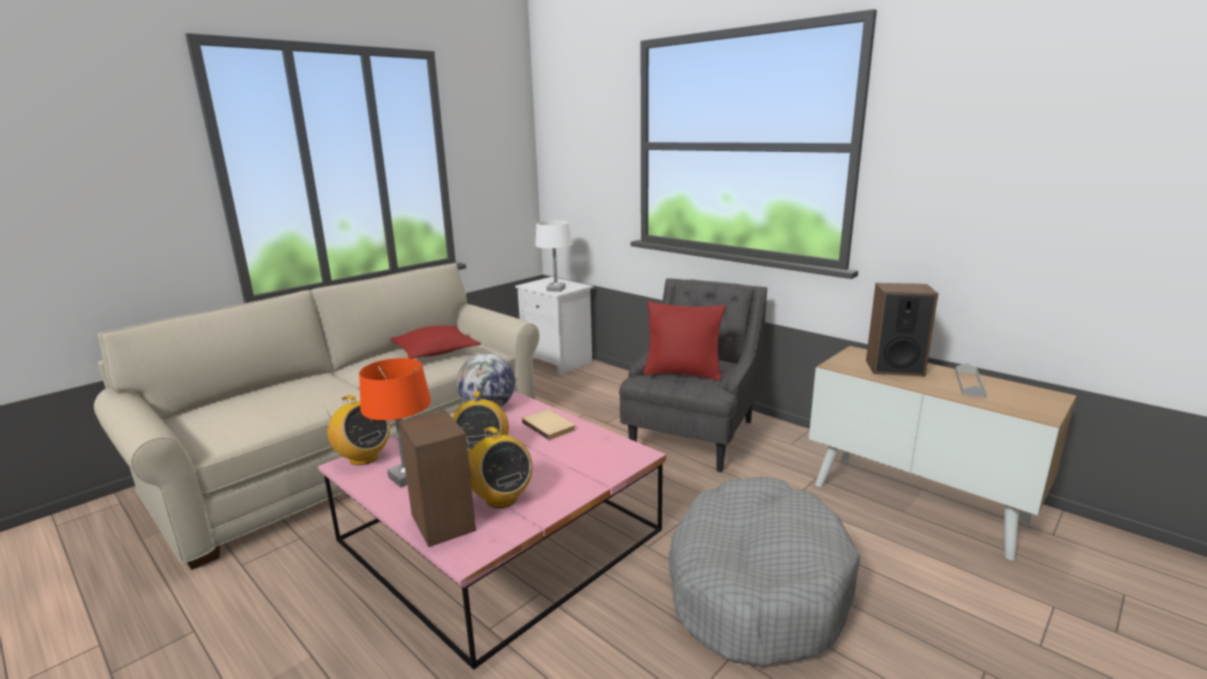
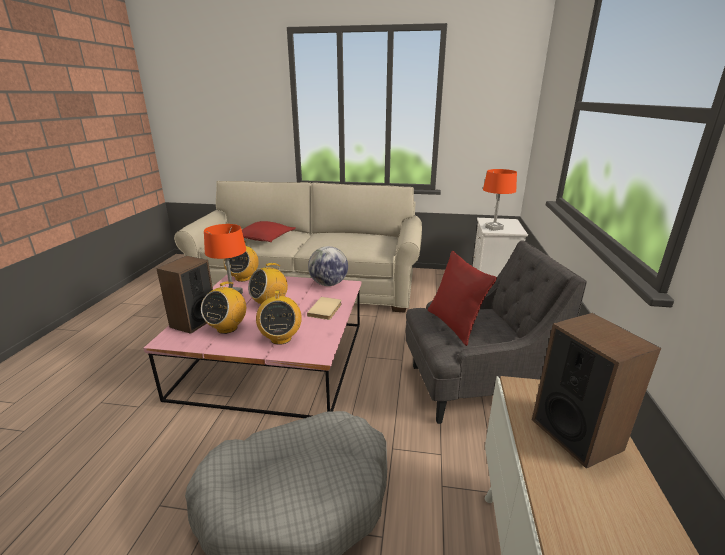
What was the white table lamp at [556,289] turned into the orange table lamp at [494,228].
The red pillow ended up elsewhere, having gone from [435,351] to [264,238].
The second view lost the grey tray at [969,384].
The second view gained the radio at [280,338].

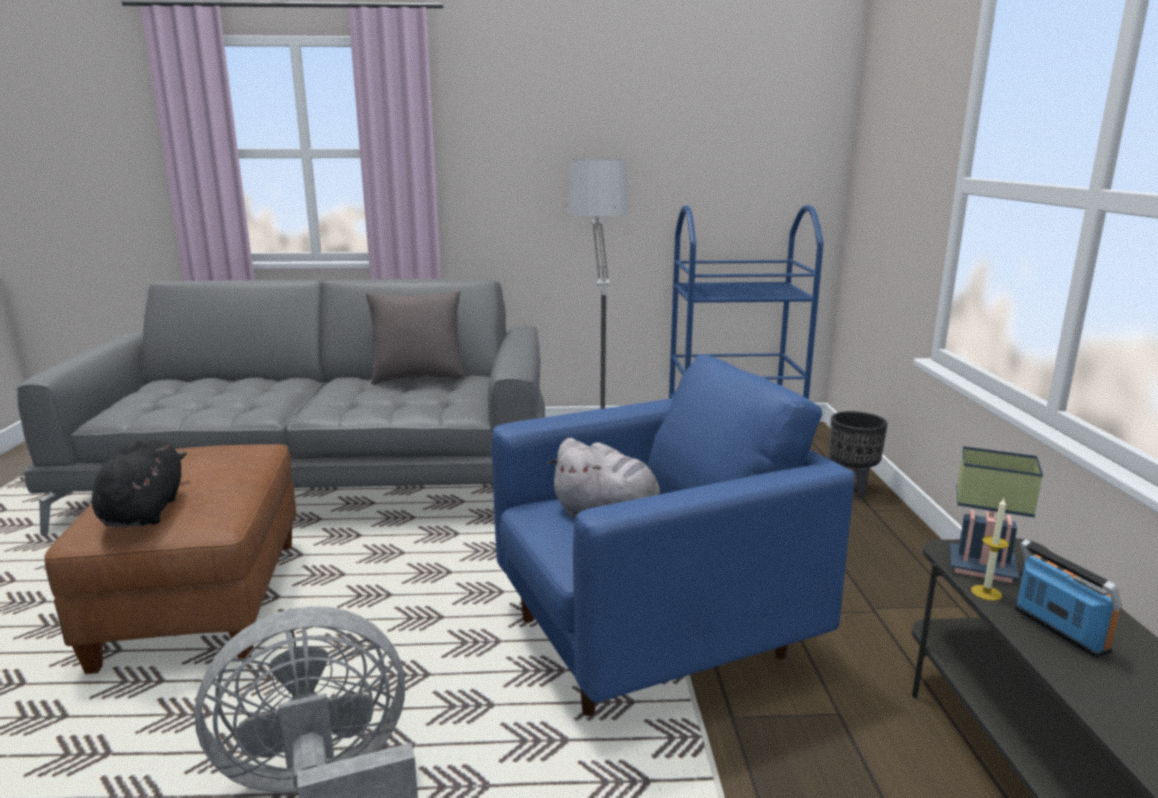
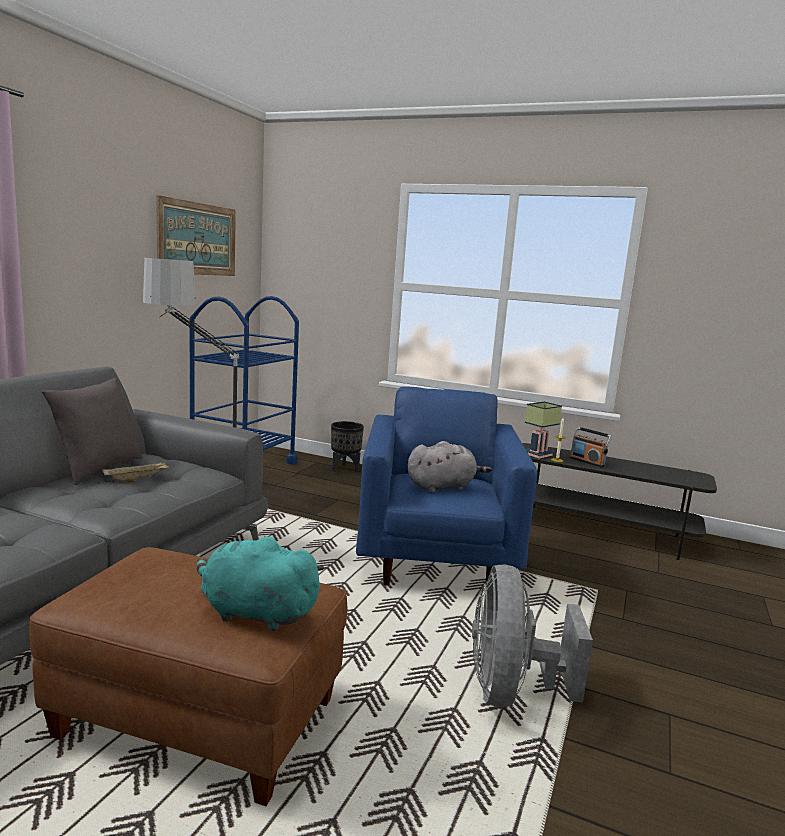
What was the black plush toy at [145,511] turned into the turquoise plush toy at [254,613].
The radio at [1059,630] ended up facing another way, 135 degrees counterclockwise from before.
The second view gained the picture at [197,239].
The second view gained the beige tray at [137,479].

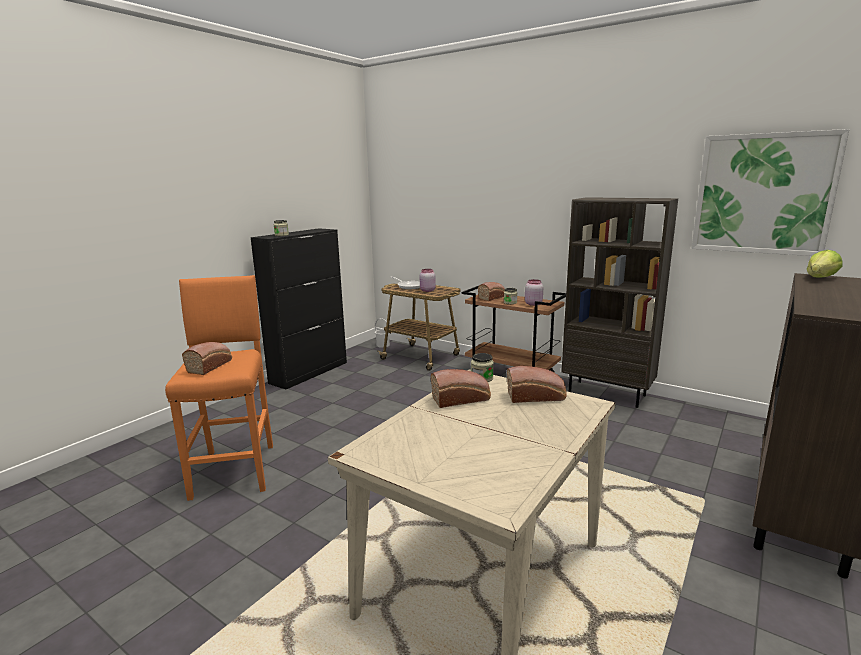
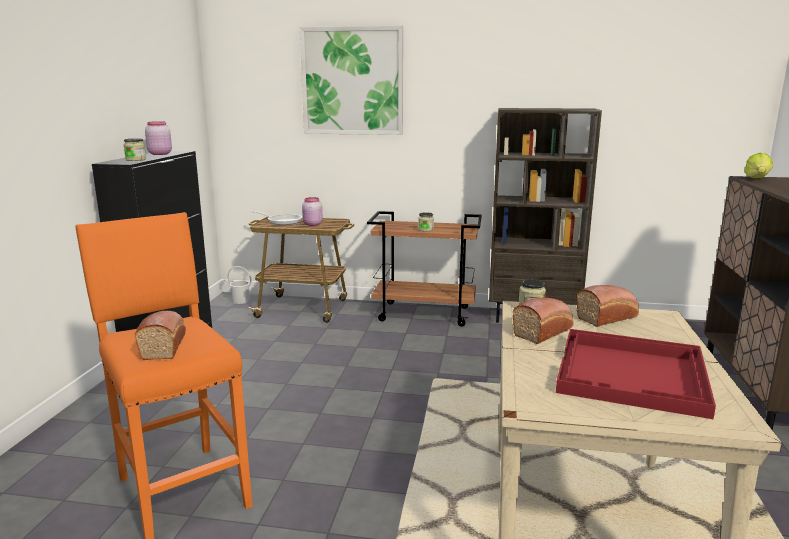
The picture ended up elsewhere, having gone from [763,194] to [352,81].
The pink jar ended up elsewhere, having gone from [533,304] to [159,154].
The second view lost the bread at [492,297].
The second view gained the red tray at [632,375].

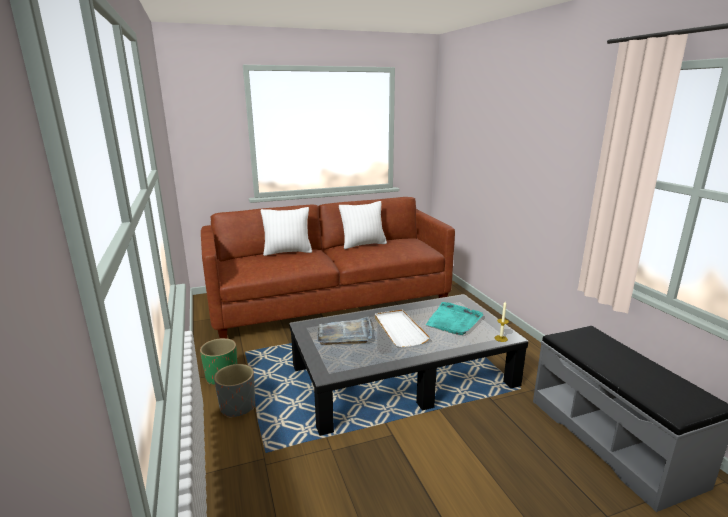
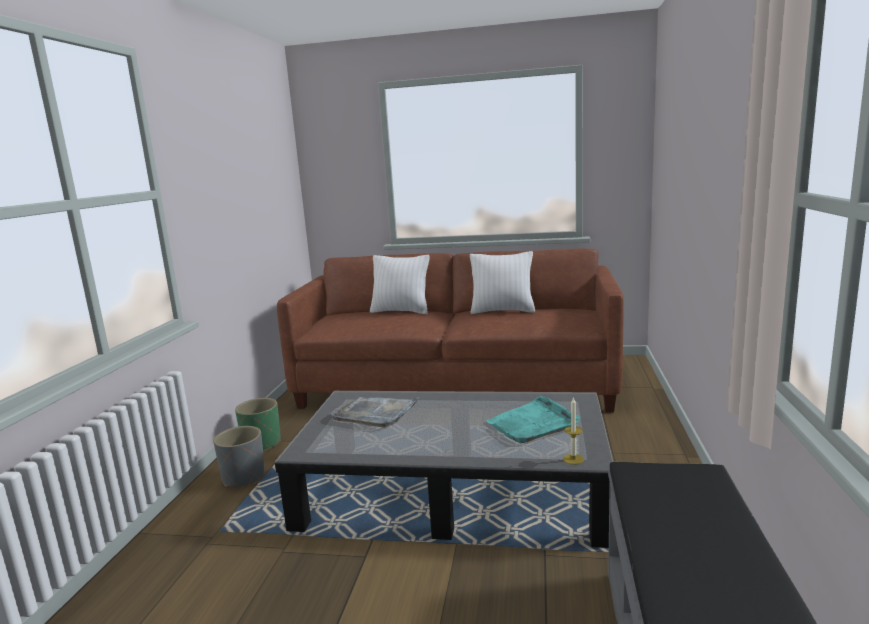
The second view lost the white tray at [399,330].

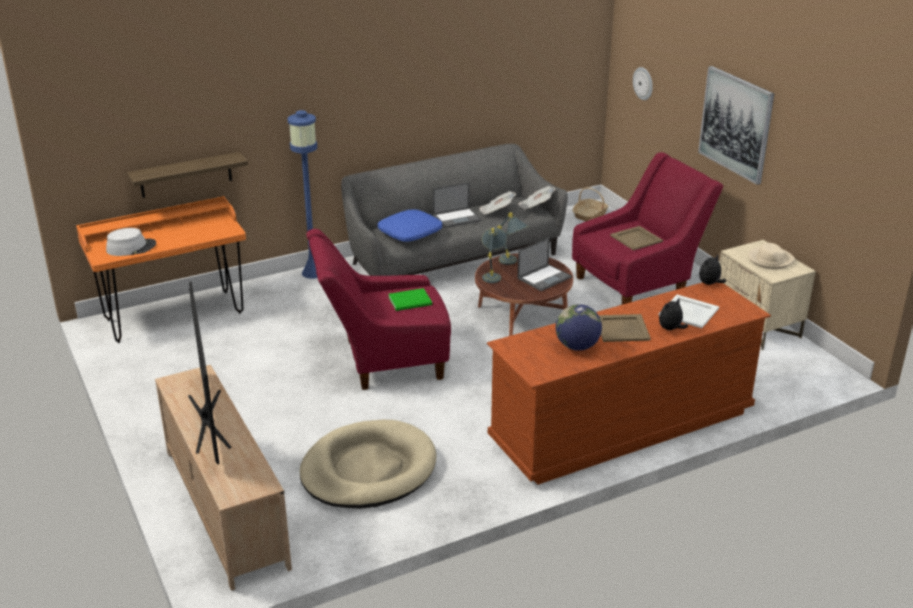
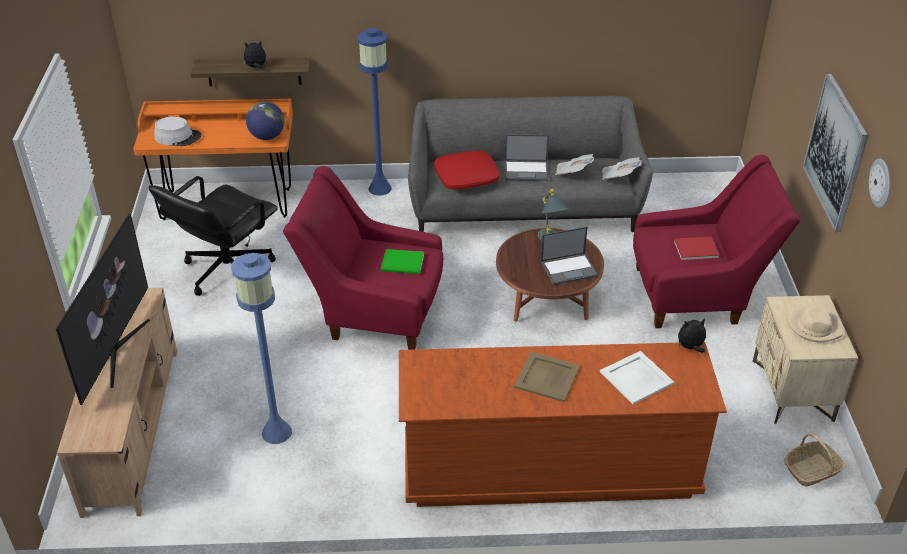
The wall clock ended up elsewhere, having gone from [643,83] to [881,183].
The basket ended up elsewhere, having gone from [590,215] to [811,470].
What was the blue pillow at [410,232] turned into the red pillow at [466,176].
Where the beige tray stood at [635,238], the red book came to stand at [694,249].
The second view lost the grey table lamp at [493,275].
The plush toy ended up elsewhere, having gone from [670,329] to [256,67].
The globe ended up elsewhere, having gone from [577,347] to [267,137].
Where the beige dog bed stood at [368,470], the blue floor lamp came to stand at [276,432].
The second view gained the black office chair at [226,270].

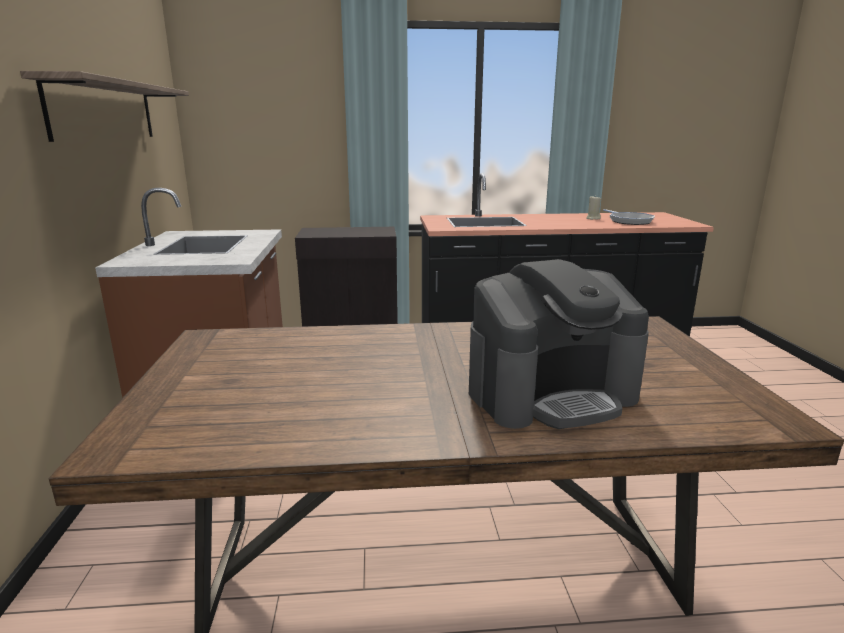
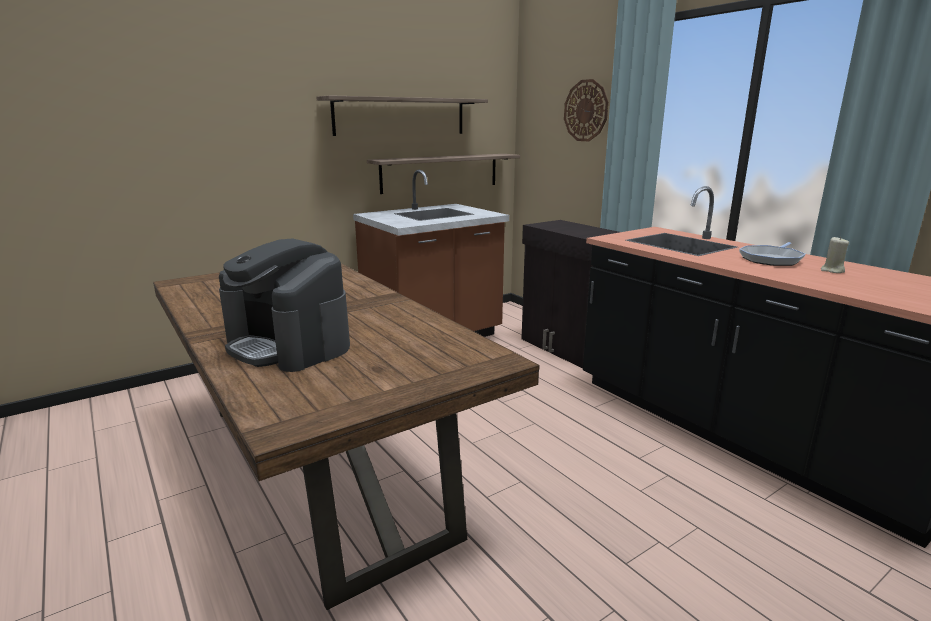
The frying pan ended up elsewhere, having gone from [629,221] to [771,259].
The second view gained the wall clock at [586,110].
The second view gained the shelf at [440,172].

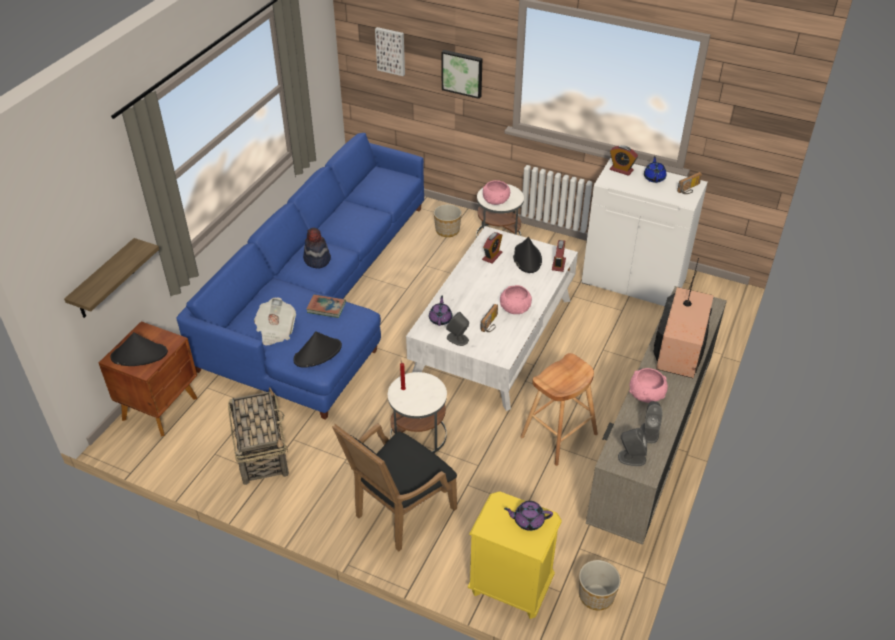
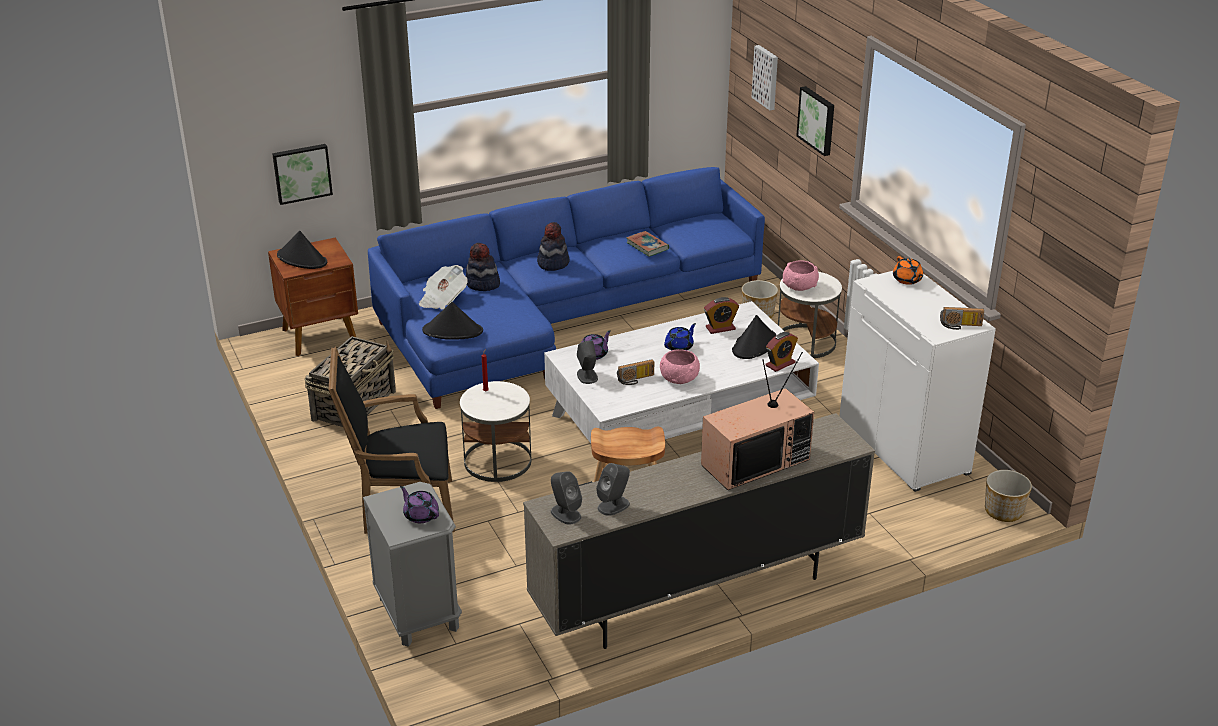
Where the alarm clock stood at [621,170], the orange teapot came to stand at [907,280].
The blue teapot ended up elsewhere, having gone from [654,178] to [679,347].
Where the shelf hung at [104,280], the picture came to hang at [302,173].
The book ended up elsewhere, having gone from [326,308] to [647,246].
The second view lost the pink bowl at [646,394].
What was the yellow nightstand at [510,587] turned into the grey nightstand at [418,613].
The planter ended up elsewhere, having gone from [595,595] to [1003,511].
The second view gained the hat at [482,284].

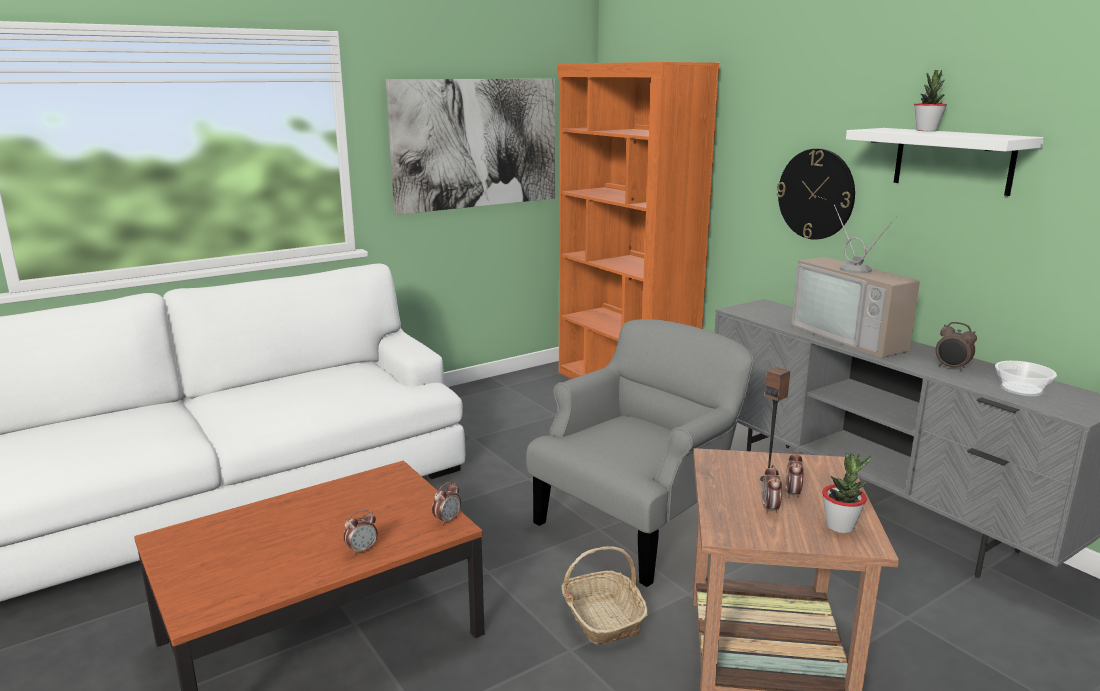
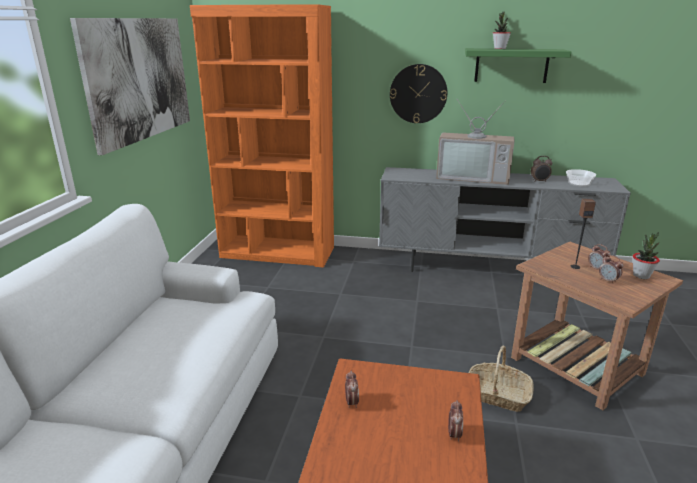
What was the white shelf at [953,160] turned into the green shelf at [511,65].
The second view lost the grey armchair at [636,524].
The alarm clock ended up elsewhere, having gone from [447,520] to [351,402].

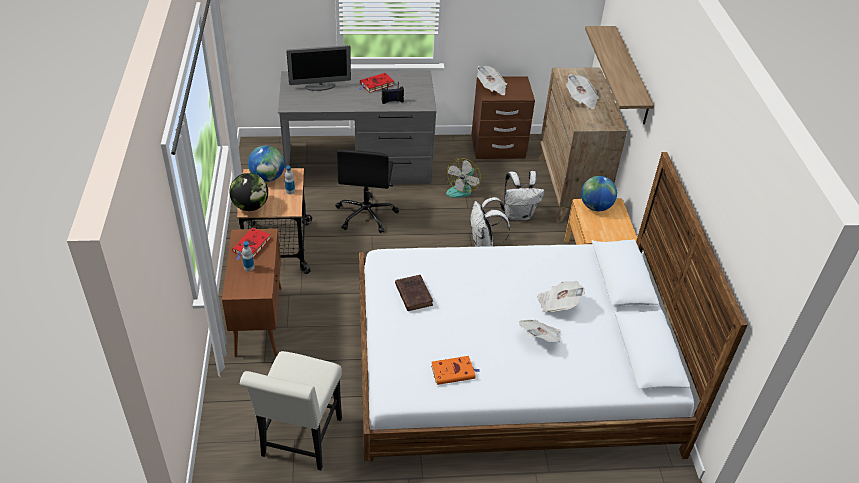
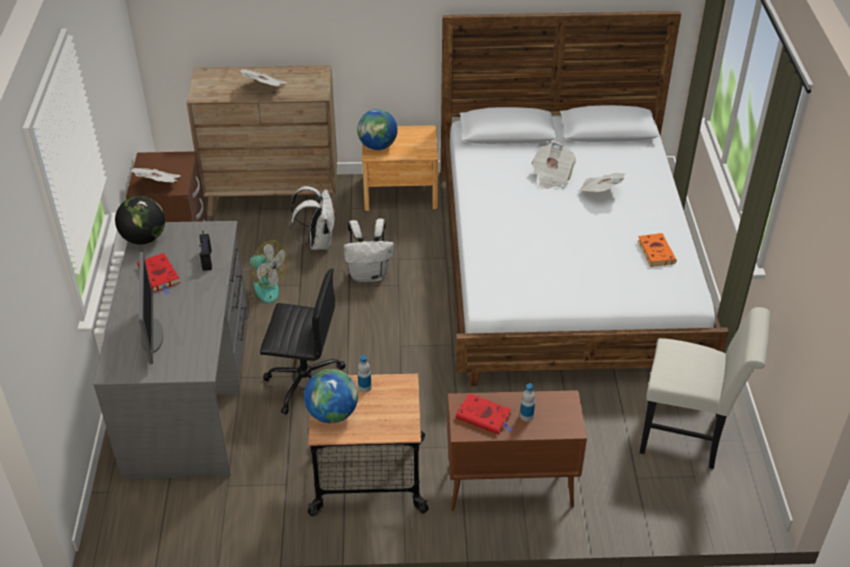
The second view lost the shelf at [631,75].
The globe ended up elsewhere, having gone from [250,206] to [144,238].
The second view lost the brown book at [413,294].

